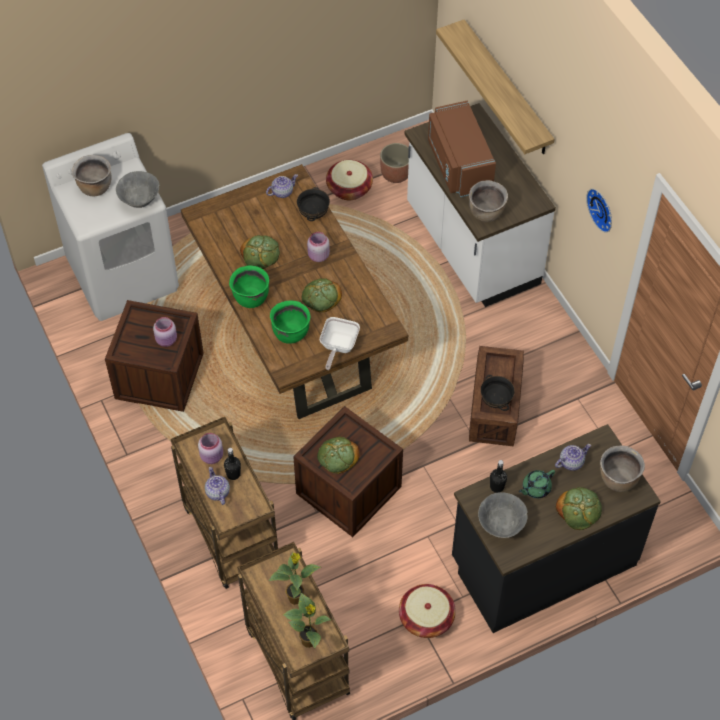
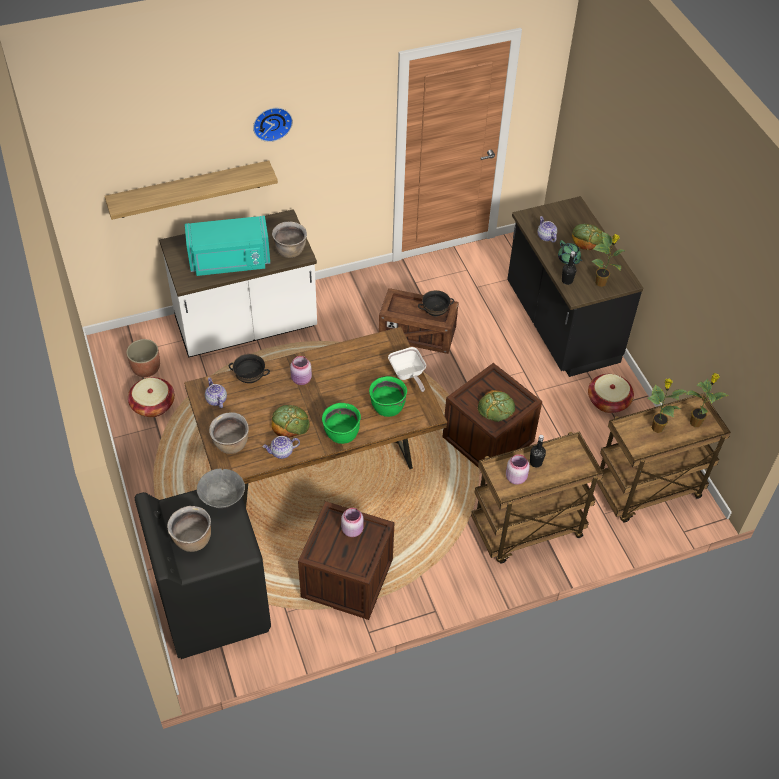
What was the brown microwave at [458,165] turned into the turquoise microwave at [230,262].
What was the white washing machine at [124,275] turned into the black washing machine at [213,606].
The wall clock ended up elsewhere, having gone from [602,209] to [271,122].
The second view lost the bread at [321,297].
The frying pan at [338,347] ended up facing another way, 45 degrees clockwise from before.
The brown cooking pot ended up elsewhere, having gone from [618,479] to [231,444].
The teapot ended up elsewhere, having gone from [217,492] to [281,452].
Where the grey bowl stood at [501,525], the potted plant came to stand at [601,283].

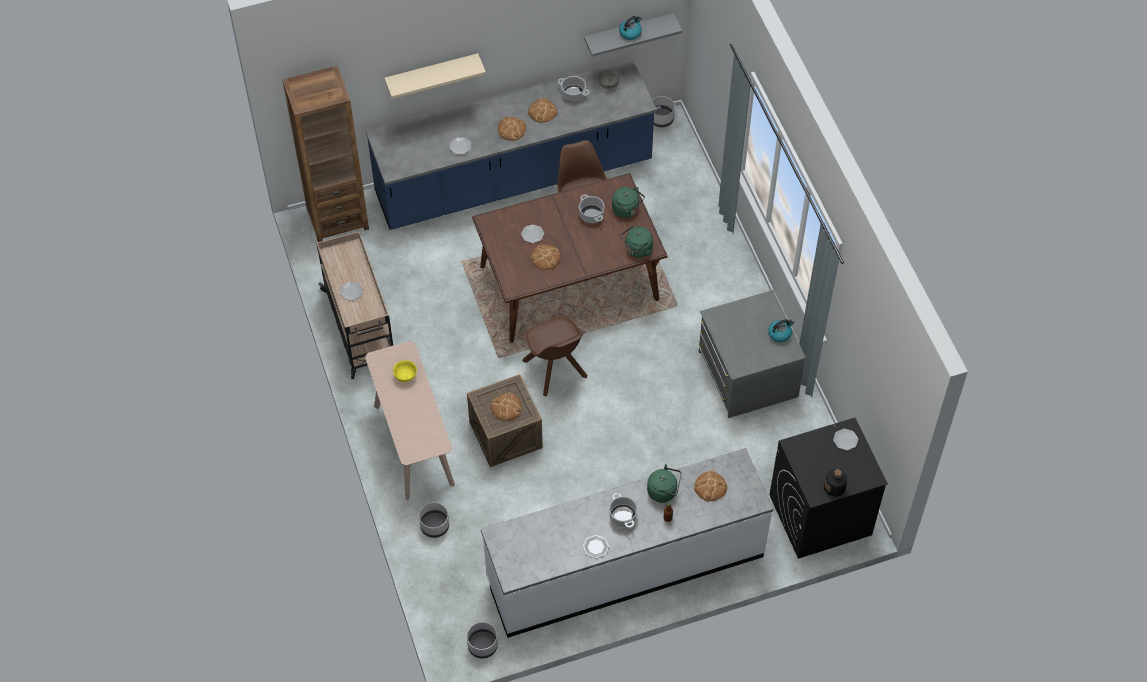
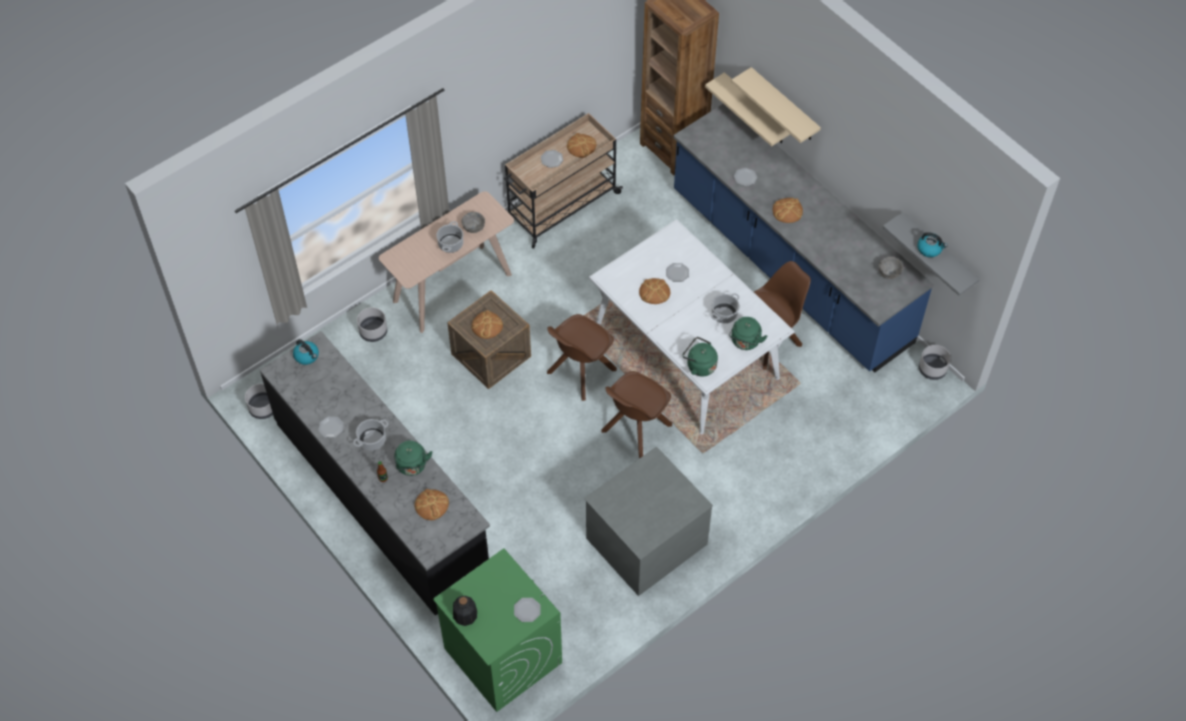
The cooking pot ended up elsewhere, having gone from [573,94] to [450,244].
The bread ended up elsewhere, having gone from [542,111] to [581,146].
What was the brown dining table at [569,282] turned into the white dining table at [687,352].
The kettle ended up elsewhere, having gone from [780,334] to [307,356].
What was the yellow bowl at [405,376] turned into the grey bowl at [473,227].
What was the black washing machine at [819,515] turned into the green washing machine at [502,655].
What was the white counter at [625,567] turned into the black counter at [382,497].
The second view gained the beige shelf at [756,110].
The second view gained the brown chair at [635,429].

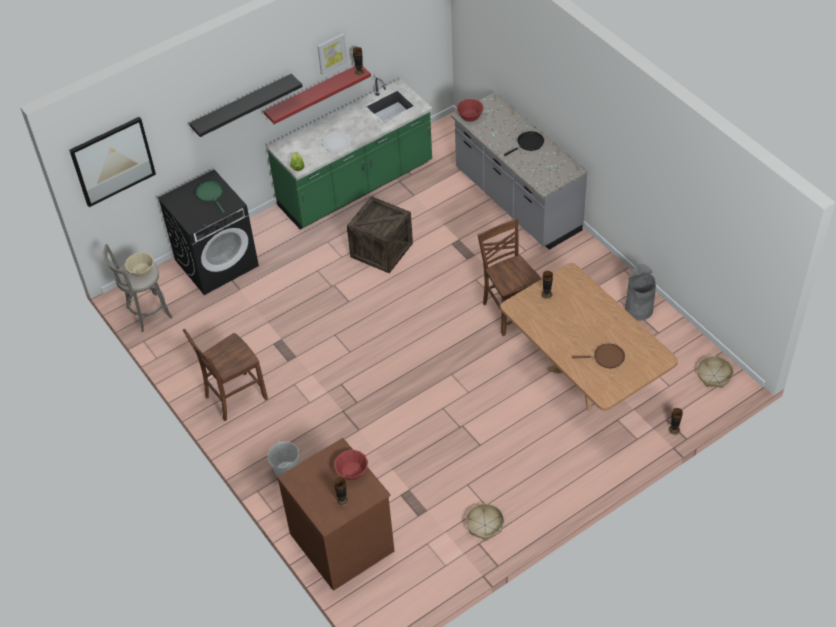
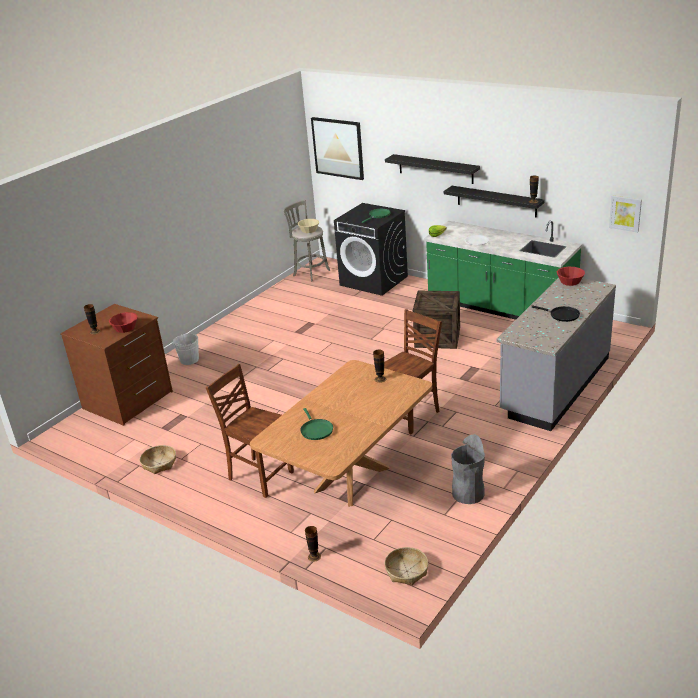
The picture ended up elsewhere, having gone from [332,53] to [625,213].
What was the red shelf at [313,95] turned into the black shelf at [496,201].
The brown chair ended up elsewhere, having gone from [234,397] to [259,476].
What was the brown frying pan at [606,357] turned into the green frying pan at [316,430].

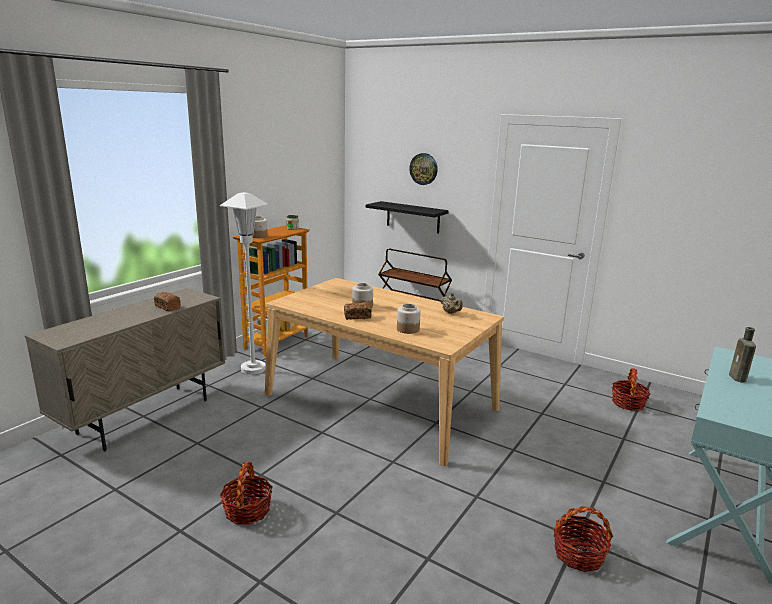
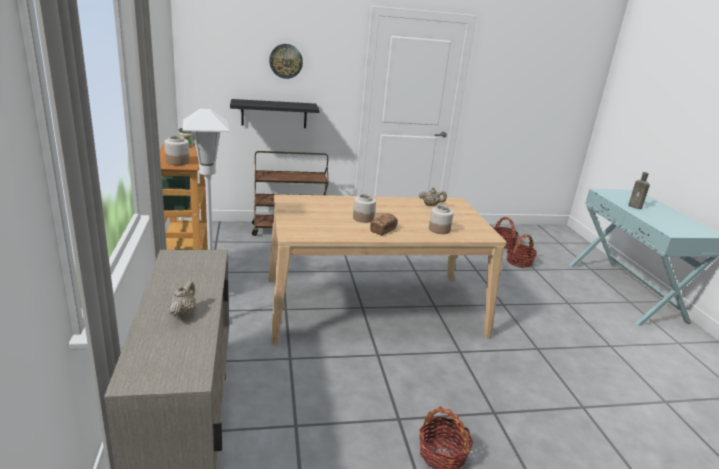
The second view lost the bread at [167,307].
The basket ended up elsewhere, having gone from [578,554] to [519,262].
The second view gained the beige teapot at [183,314].

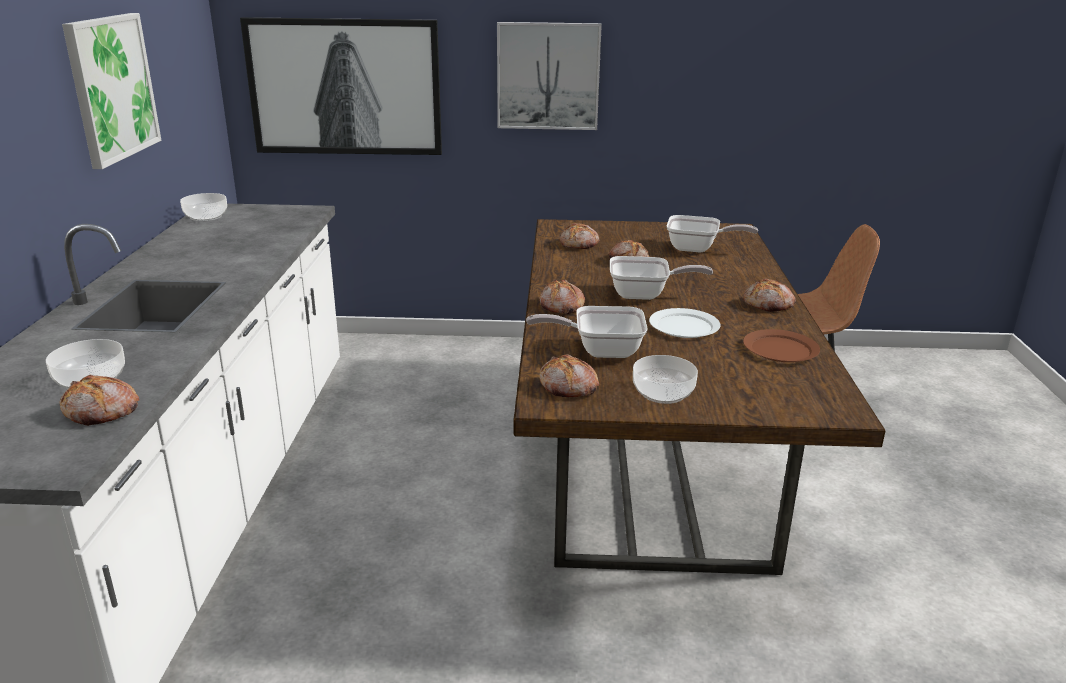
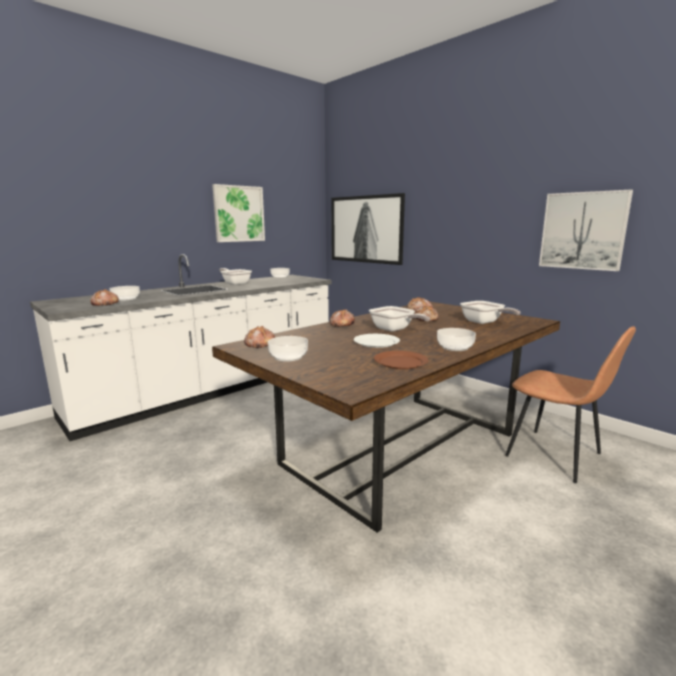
The picture ended up elsewhere, having gone from [548,76] to [583,231].
Where the bread stood at [768,304], the bowl came to stand at [455,347].
The frying pan ended up elsewhere, having gone from [600,350] to [235,283].

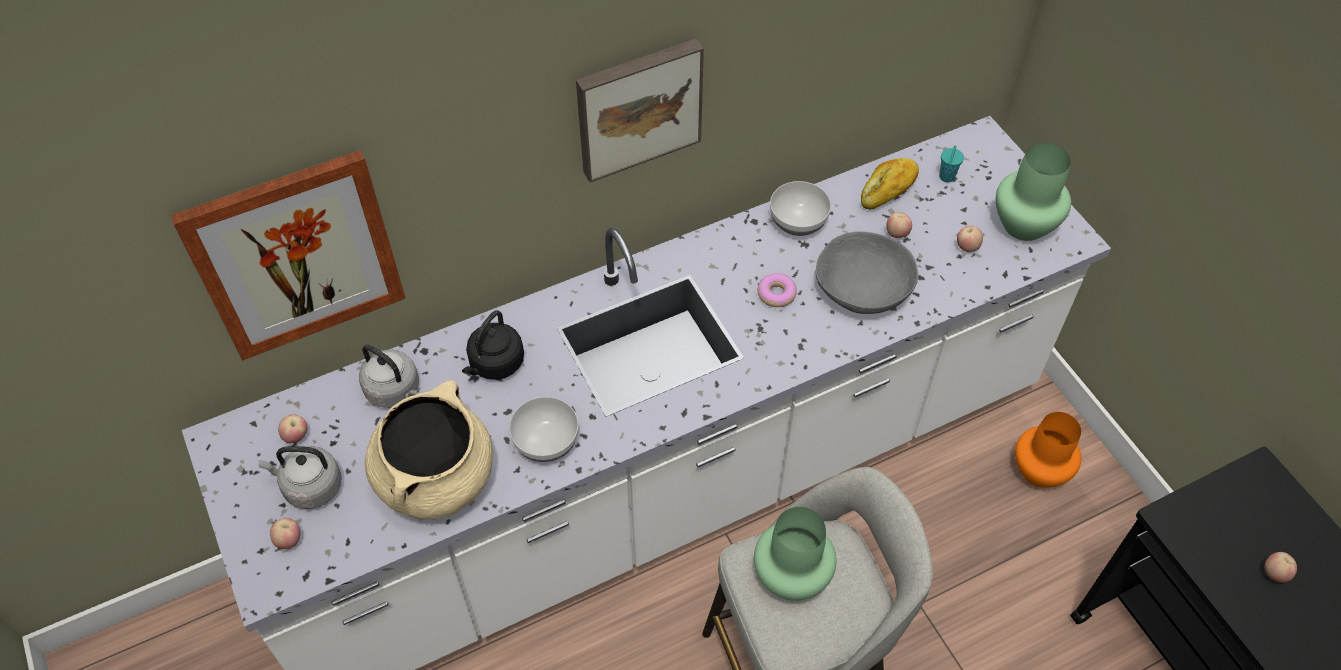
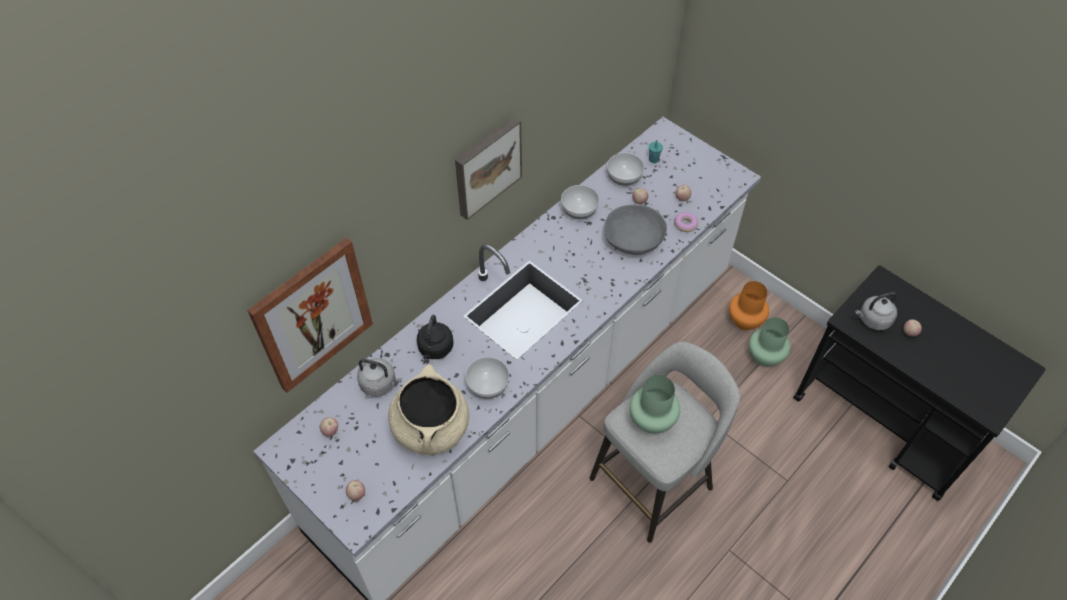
The green vase ended up elsewhere, having gone from [1023,224] to [764,356].
Where the bread stood at [888,190], the bowl came to stand at [624,177].
The donut ended up elsewhere, having gone from [776,294] to [685,224].
The grey kettle ended up elsewhere, having gone from [310,487] to [872,320].

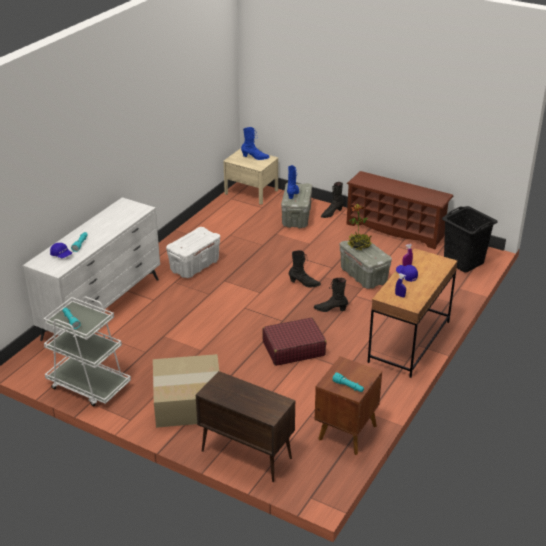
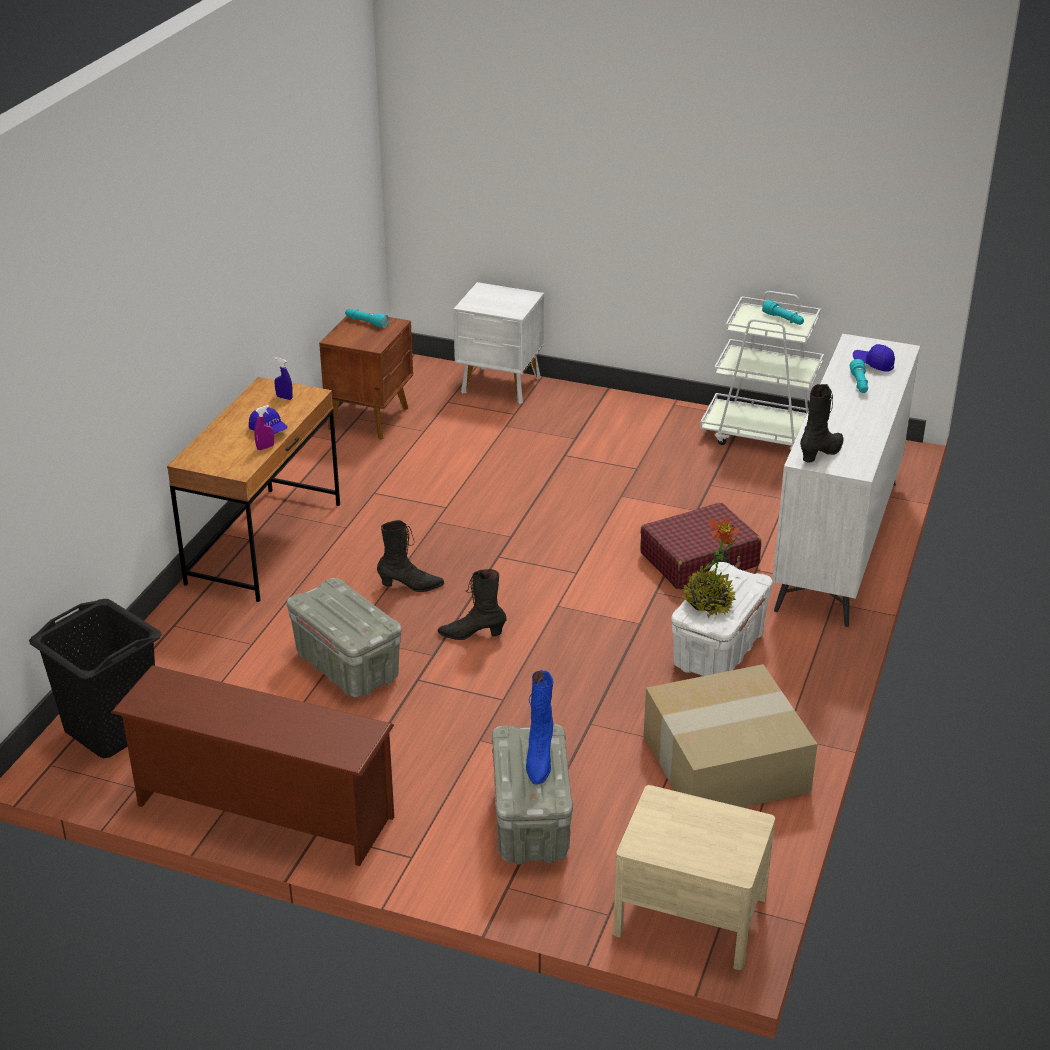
The second view lost the blue boot at [255,157].
The black boot ended up elsewhere, having gone from [331,213] to [822,453].
The potted plant ended up elsewhere, having gone from [359,245] to [708,602].
The red suitcase ended up elsewhere, having gone from [293,349] to [699,560].
The cardboard box ended up elsewhere, having gone from [187,403] to [726,761].
Where the brown cabinet stood at [245,454], the white nightstand came to stand at [501,386].

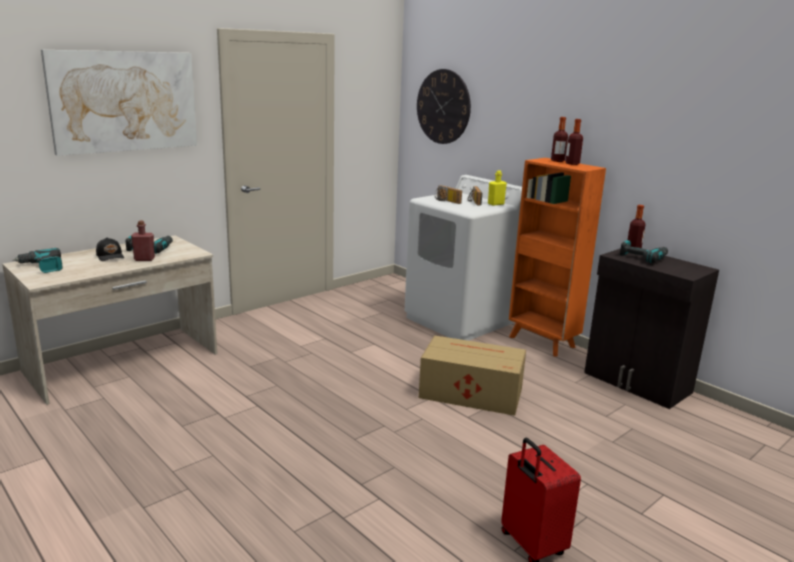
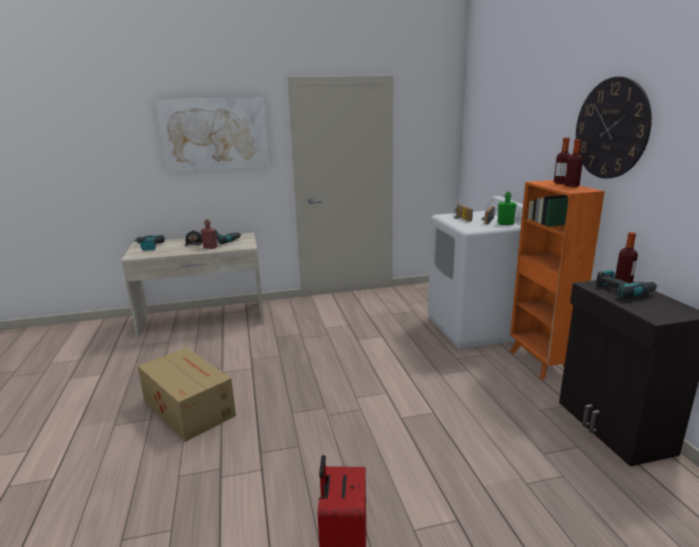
The wall clock ended up elsewhere, having gone from [443,106] to [611,129].
What was the yellow bottle at [496,204] turned into the green bottle at [505,224].
The cardboard box ended up elsewhere, having gone from [469,392] to [188,407].

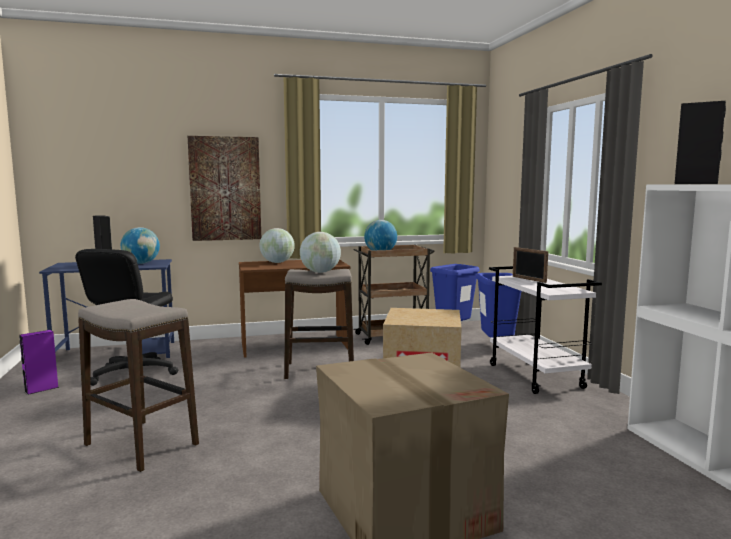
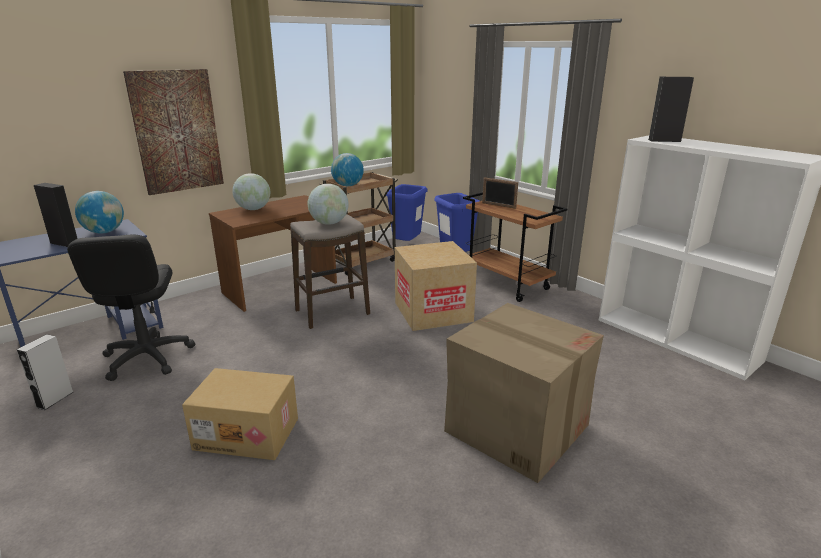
What was the white cart at [536,376] turned into the brown cart at [507,284].
Where the stool stood at [141,445], the cardboard box came to stand at [248,433].
What was the purple speaker at [41,389] turned into the grey speaker at [55,399].

